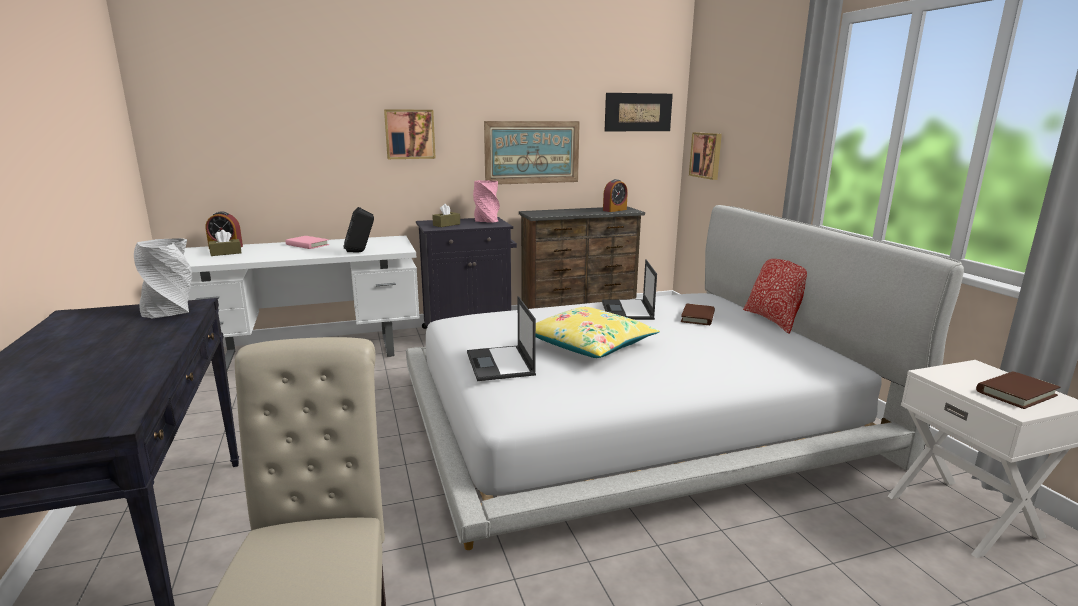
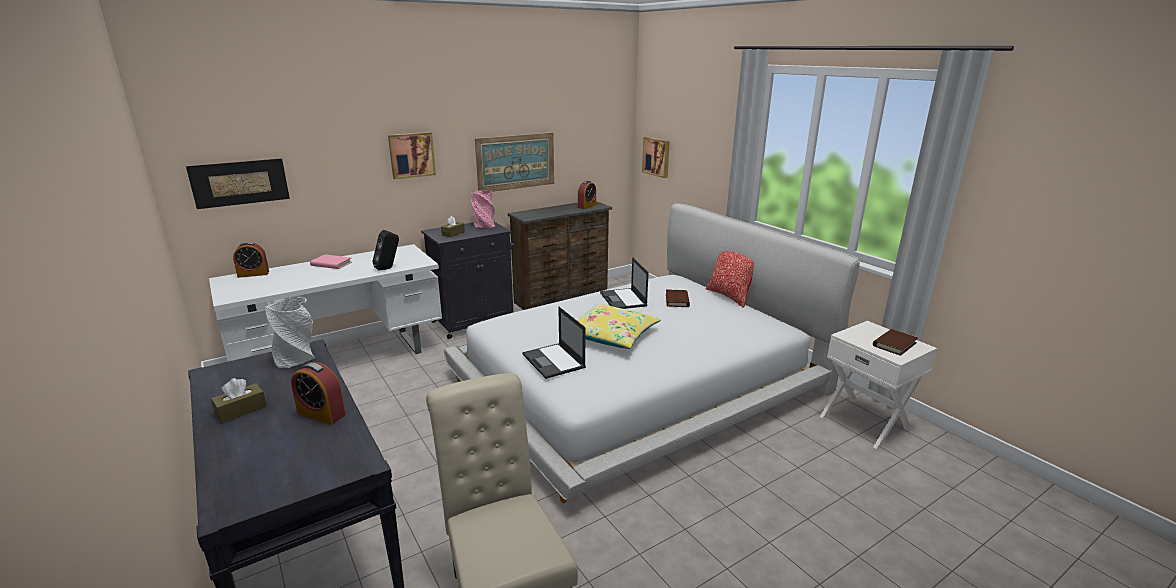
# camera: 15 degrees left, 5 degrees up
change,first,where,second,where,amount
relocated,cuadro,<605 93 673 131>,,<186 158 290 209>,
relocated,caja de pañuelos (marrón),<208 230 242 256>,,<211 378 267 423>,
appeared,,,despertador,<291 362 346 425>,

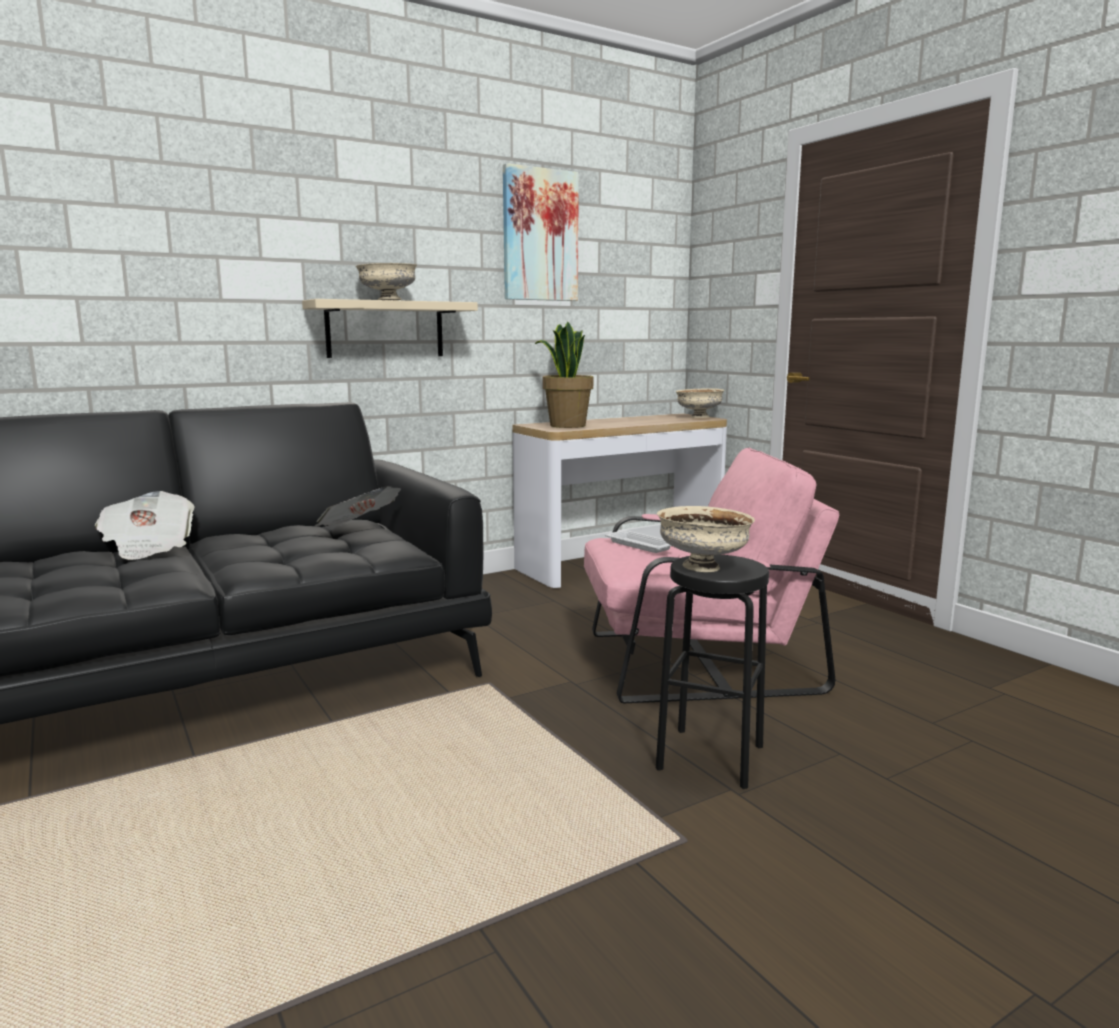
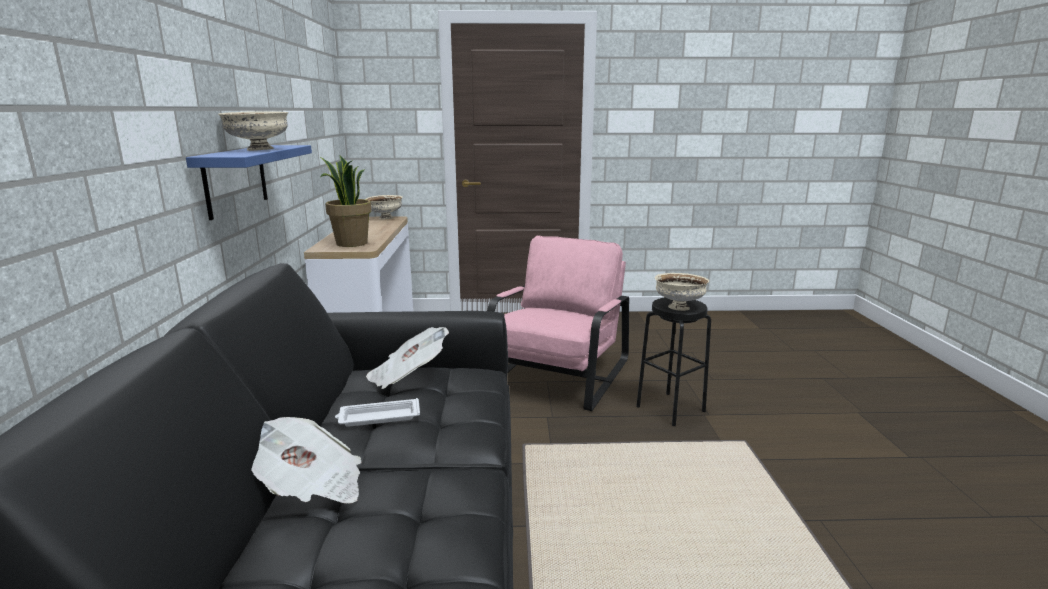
# camera: 60 degrees left, 5 degrees up
change,first,where,second,where,amount
missing,cuadro,<503 163 579 301>,,,
colour,estante (beis),<302 299 478 358>,estante (azul),<186 145 312 220>,
relocated,bandeja (blanco),<605 530 671 553>,,<335 398 420 427>,

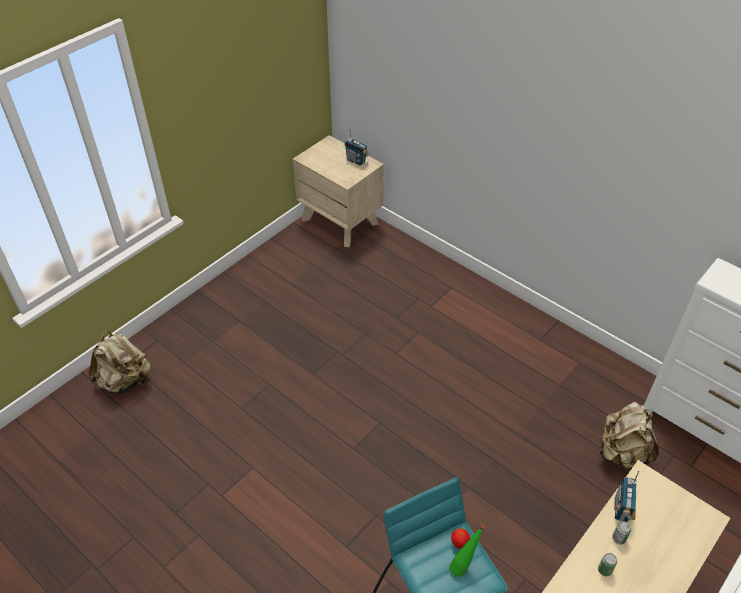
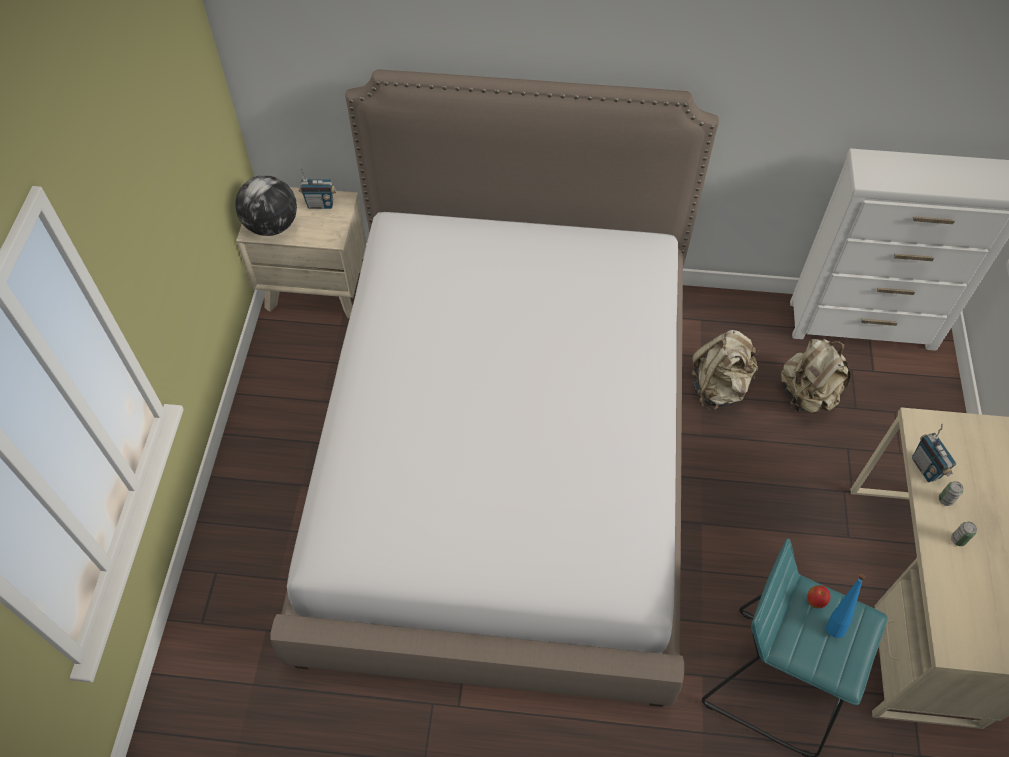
# camera: 35 degrees left, 10 degrees up
change,first,where,second,where,amount
relocated,mochila (beis),<89 330 151 394>,,<692 330 759 410>,
colour,botella (verde),<449 524 485 577>,botella (azul),<826 574 865 638>,
appeared,,,cama,<271 69 719 707>,
appeared,,,globo terráqueo,<235 175 297 236>,

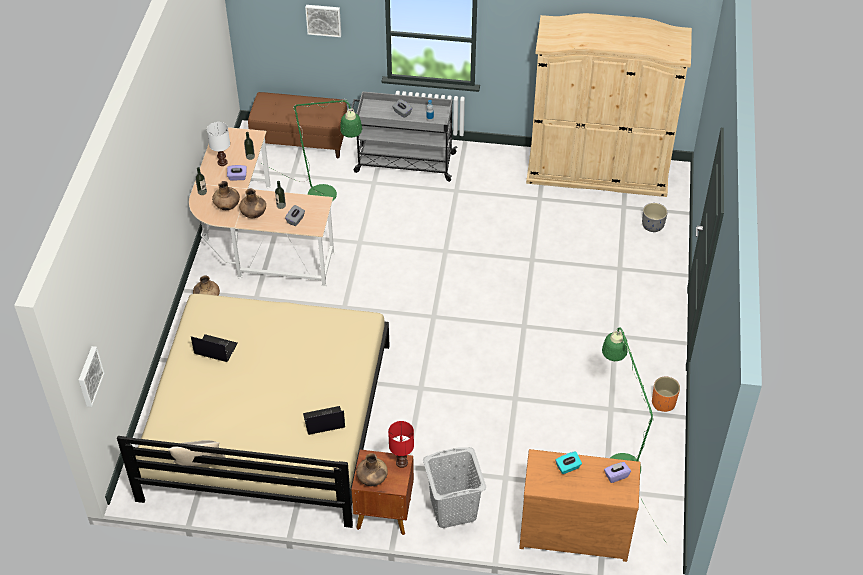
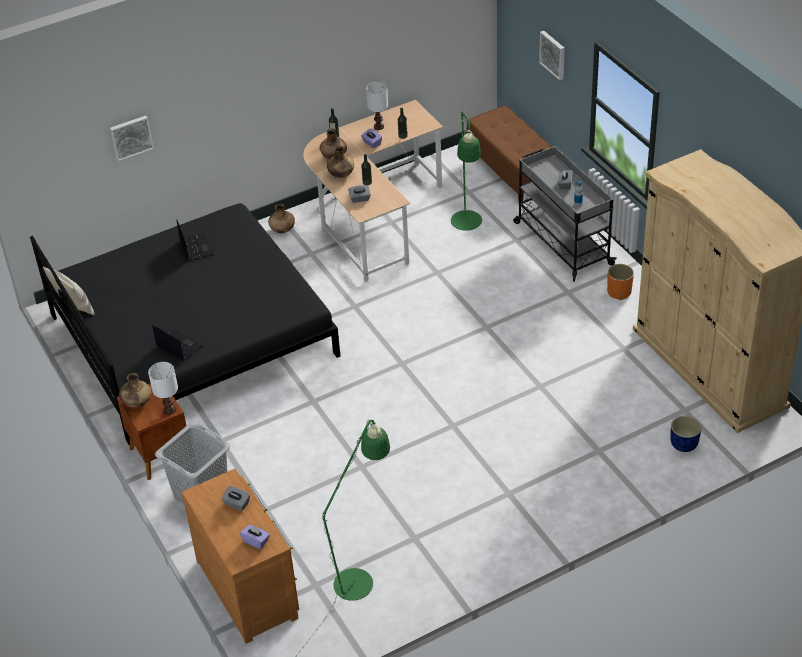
# camera: 55 degrees right, 5 degrees down
change,first,where,second,where,amount
colour,maceta (gris),<642 203 667 232>,maceta (azul),<670 416 702 452>,
colour,cama (beis),<117 294 390 528>,cama (negro),<30 203 341 445>,
relocated,cuadro,<79 346 104 407>,,<110 116 154 161>,
relocated,maceta (naranja),<652 377 680 412>,,<607 264 634 300>,
colour,lámpara de mesa (rojo),<388 421 414 468>,lámpara de mesa (blanco),<148 362 178 415>,
colour,caja de pañuelos (turquesa),<556 451 582 474>,caja de pañuelos (gris),<221 486 250 511>,

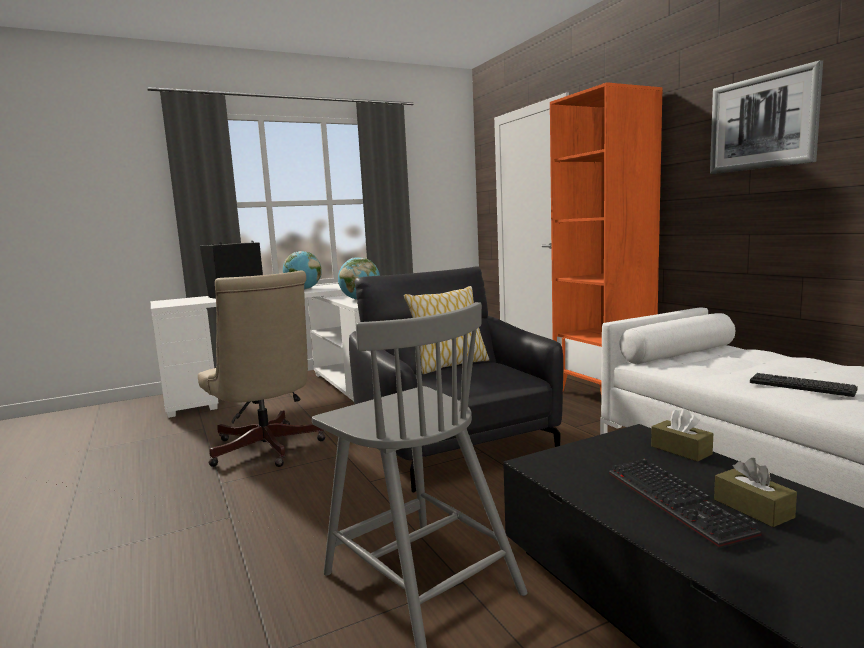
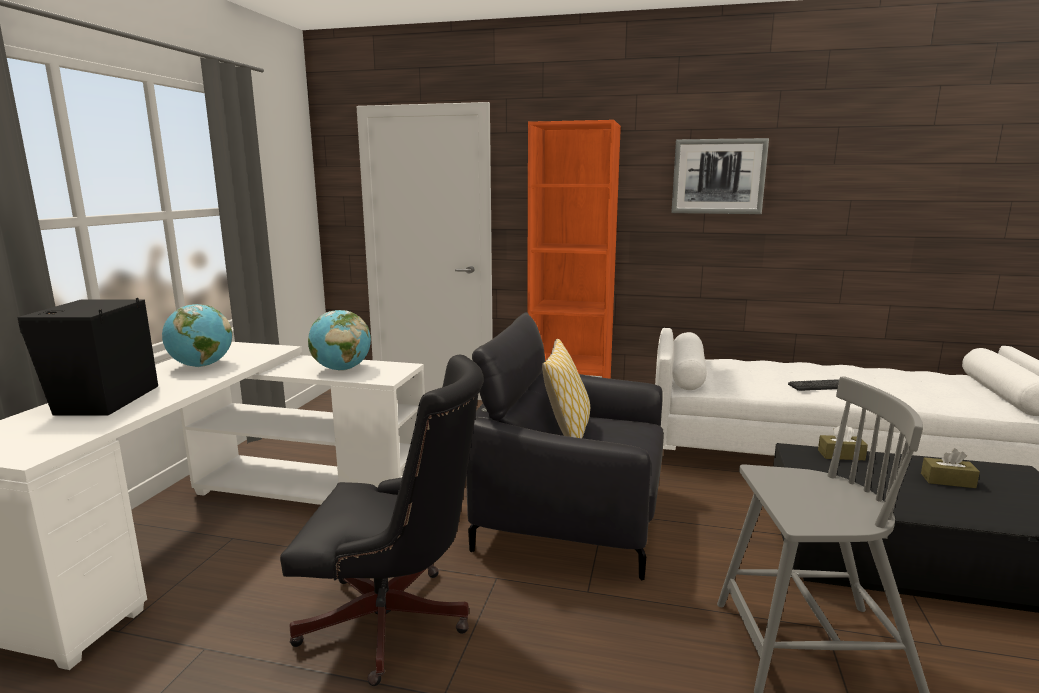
# camera: 50 degrees left, 5 degrees up
change,first,where,second,where,amount
colour,silla de oficina (beis),<198 270 326 467>,silla de oficina (negro),<280 355 484 686>,
missing,teclado,<609 459 761 549>,,,

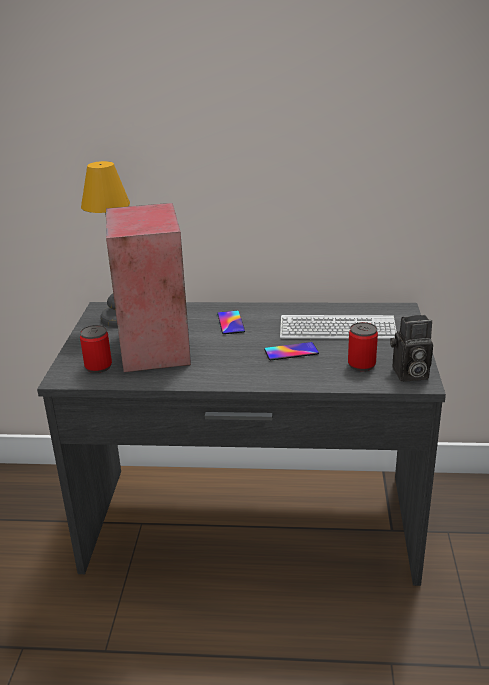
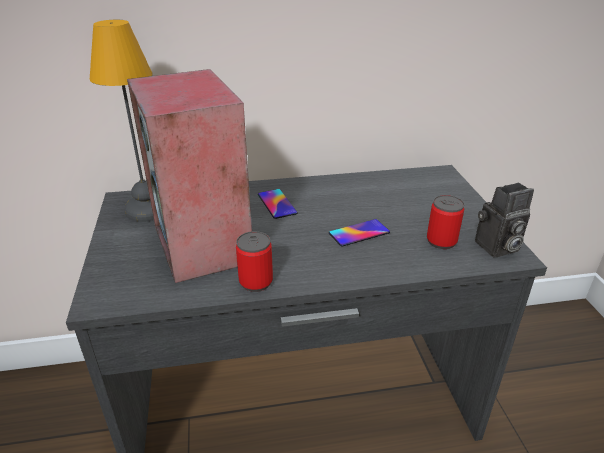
# camera: 15 degrees left, 5 degrees up
change,first,where,second,where,amount
missing,teclado,<280 315 397 340>,,,
relocated,lata,<80 325 112 373>,,<236 231 273 292>,

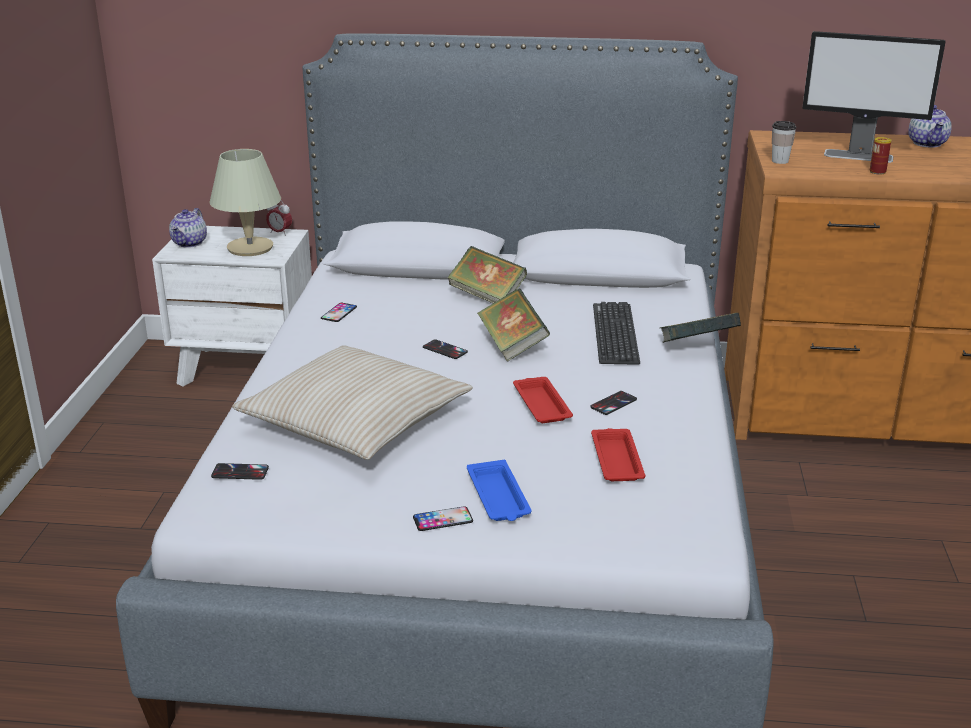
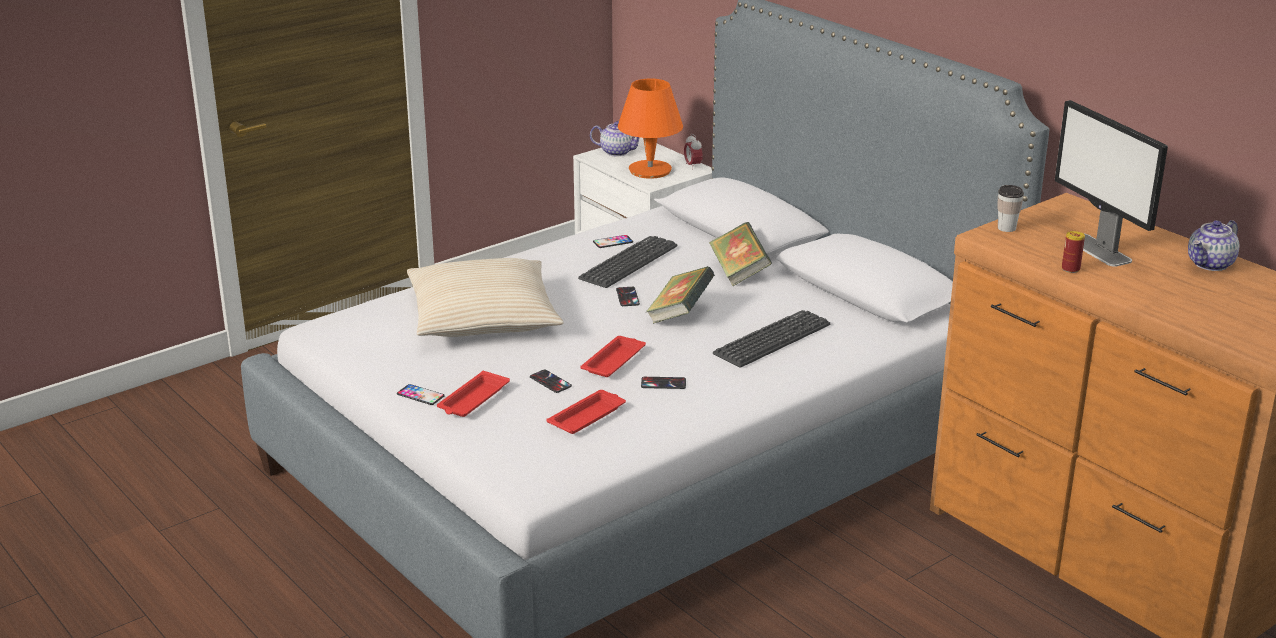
# camera: 45 degrees right, 0 degrees up
change,first,where,second,where,amount
colour,lámpara de mesa (beis),<209 149 281 256>,lámpara de mesa (naranja),<618 78 683 179>,
spun,tetera,<169 208 207 248>,,<590 121 640 157>,135 degrees counterclockwise
missing,libro,<659 313 741 343>,,,
colour,bandeja (azul),<467 460 531 521>,bandeja (rojo),<437 371 510 417>,
relocated,móvil,<211 463 269 480>,,<530 370 572 393>,
appeared,,,teclado,<578 236 678 288>,

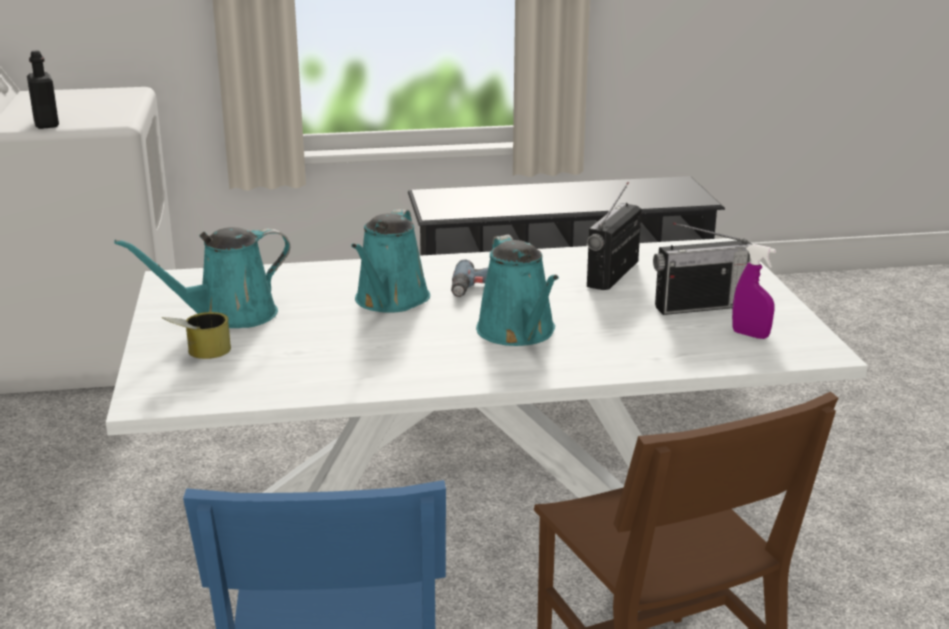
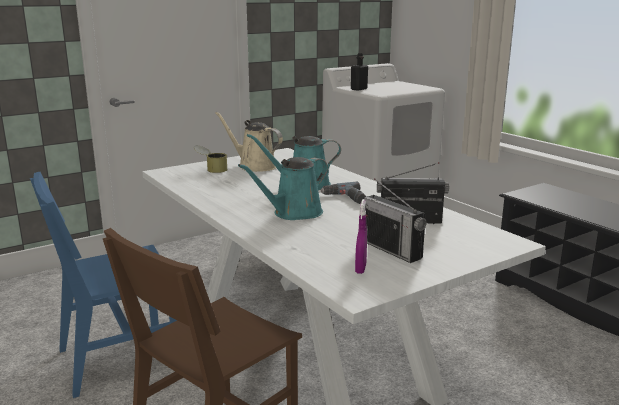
# camera: 65 degrees right, 5 degrees down
change,first,where,second,where,amount
colour,regadera (turquesa),<114 227 290 328>,regadera (beis),<215 112 283 172>,

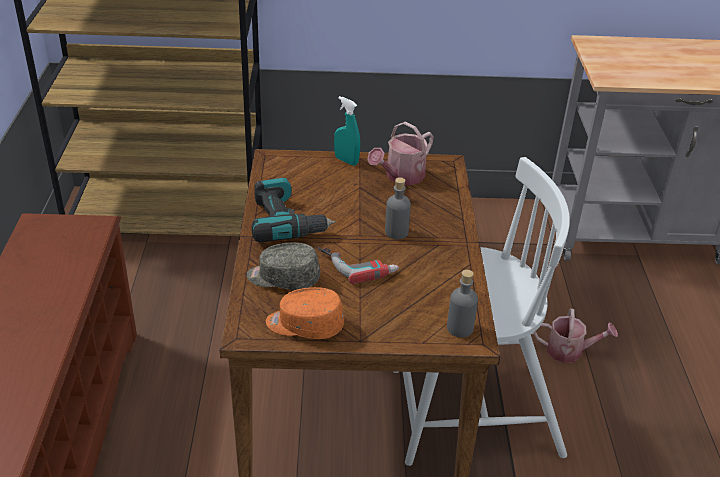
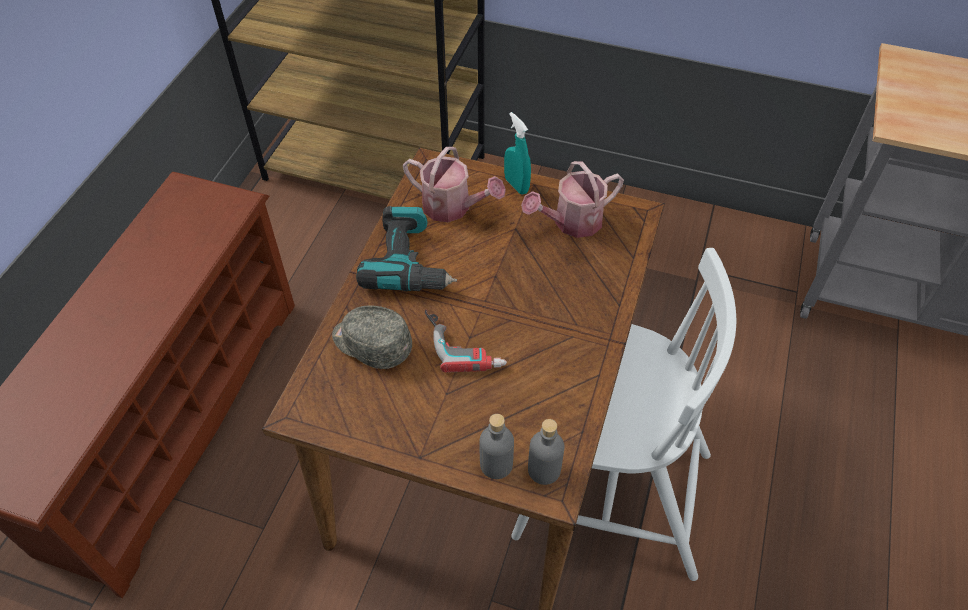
# camera: 20 degrees right, 15 degrees up
change,first,where,second,where,amount
relocated,botella (gris),<385 177 411 239>,,<479 414 514 479>,
missing,gorra (naranja),<266 287 344 339>,,,
relocated,regadera,<534 308 618 363>,,<403 147 506 222>,

